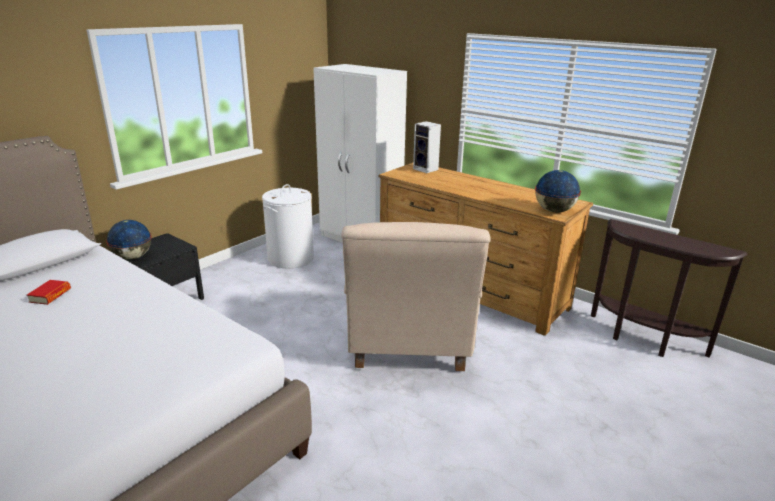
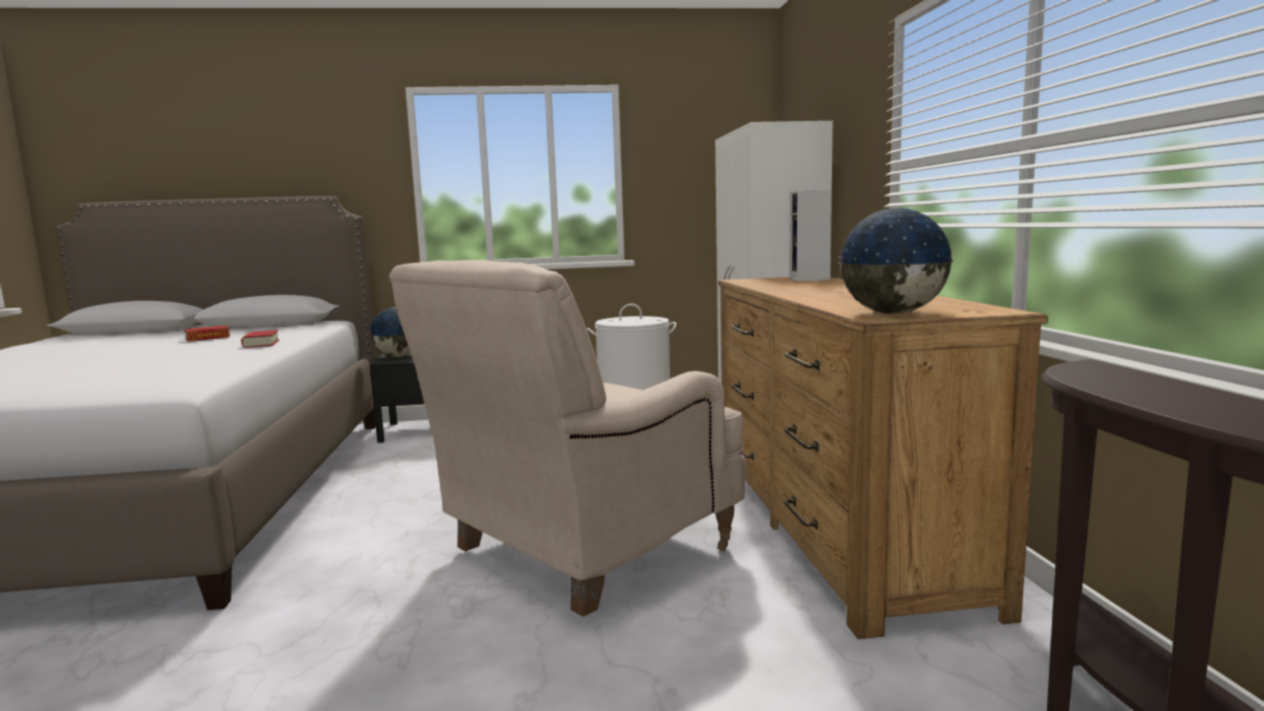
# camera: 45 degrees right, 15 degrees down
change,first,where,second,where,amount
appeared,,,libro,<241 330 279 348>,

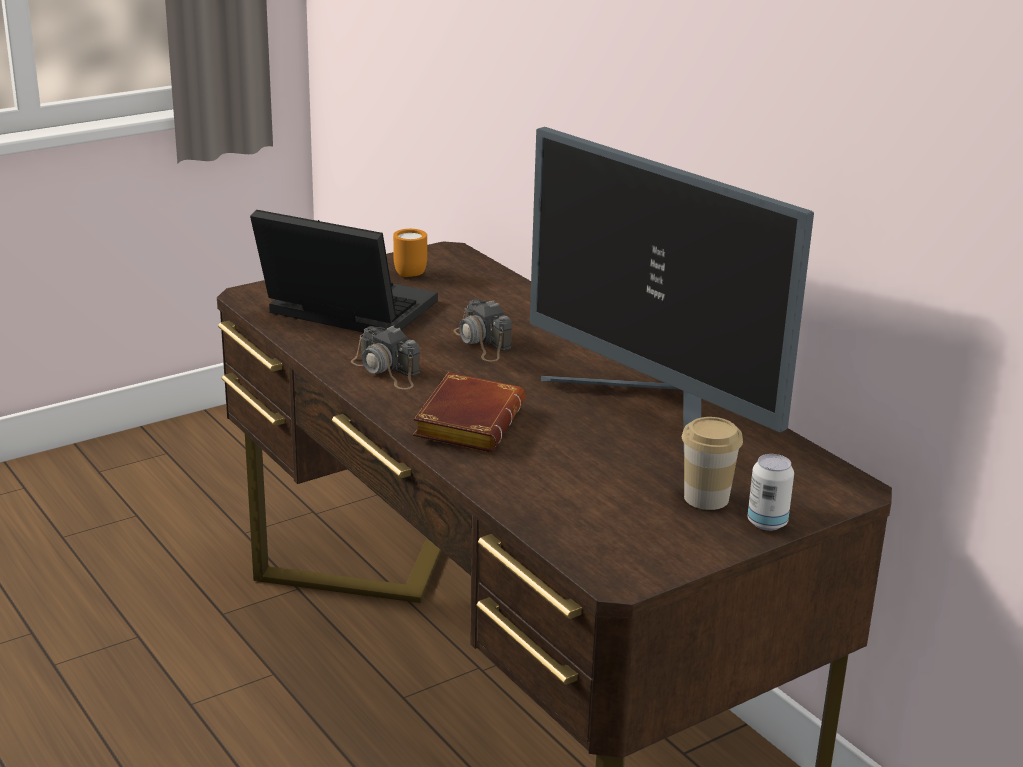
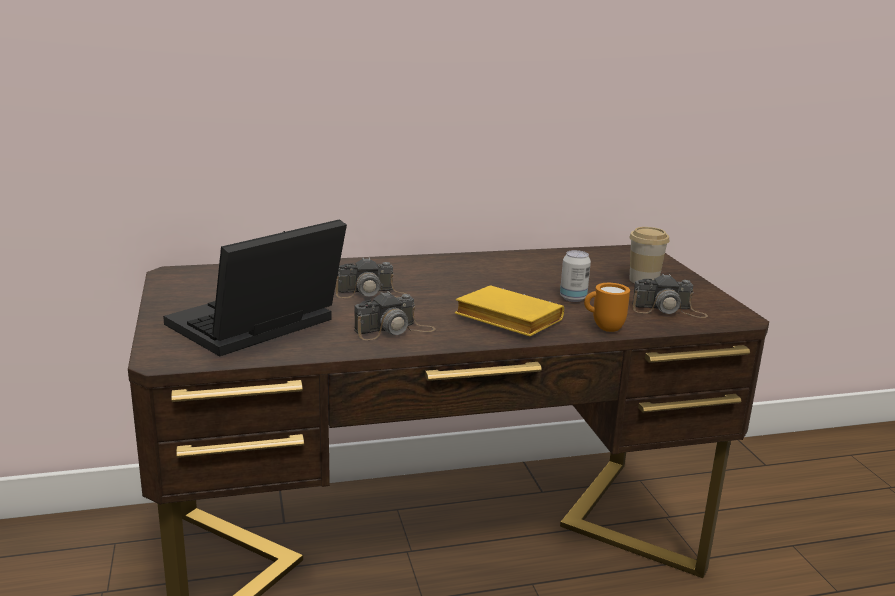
# camera: 70 degrees left, 5 degrees down
change,first,where,second,where,amount
missing,monitor,<530 127 814 432>,,,
relocated,taza grande (naranja),<393 229 427 277>,,<584 283 630 332>,
colour,libro (marrón),<413 372 525 452>,libro (amarillo),<455 286 564 336>,
relocated,lata,<747 454 794 531>,,<560 250 591 302>,
appeared,,,cámara,<632 273 708 318>,

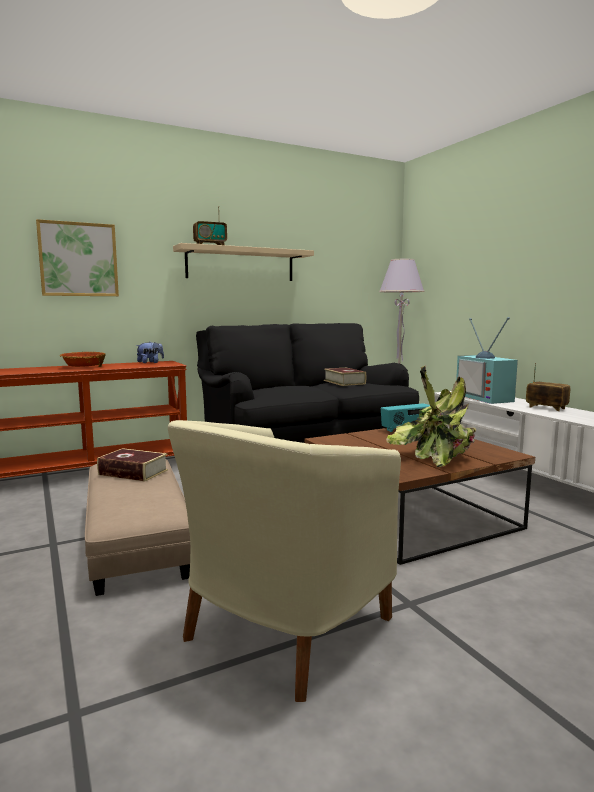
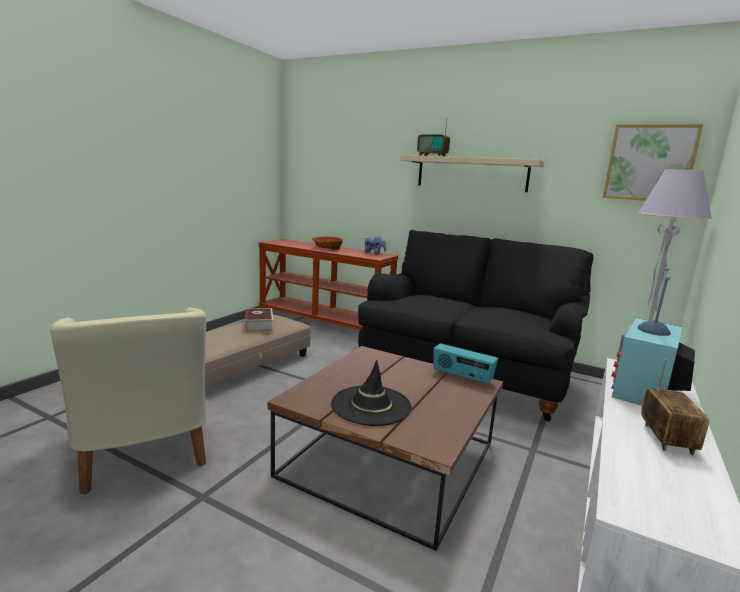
# camera: 55 degrees right, 5 degrees up
change,first,where,second,where,amount
relocated,cuadro,<36 219 119 296>,,<603 124 703 201>,
exchanged,planta en maceta,<386 366 477 467>,sombrero (negro),<331 360 412 426>,
missing,libro,<324 368 366 386>,,,
spun,sillón (beis),<168 420 401 702>,,<50 308 207 494>,120 degrees counterclockwise

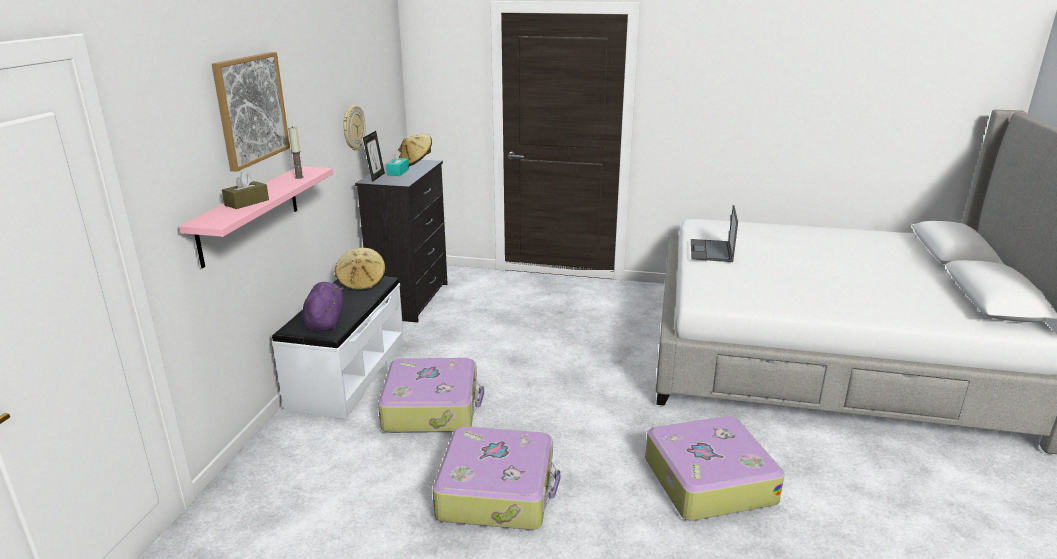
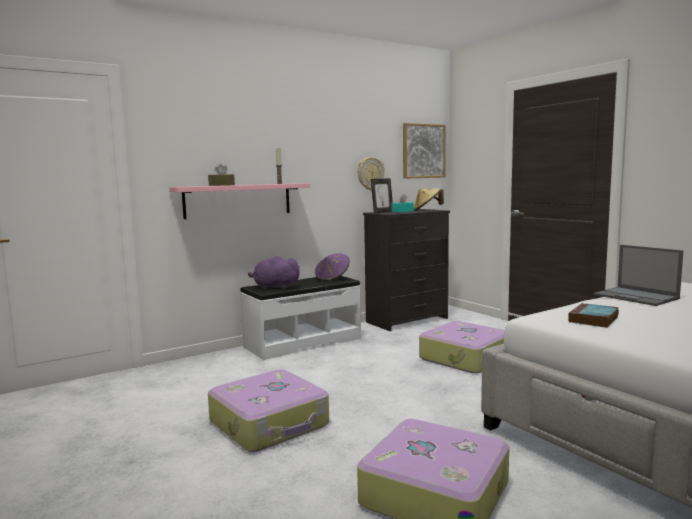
# camera: 45 degrees right, 15 degrees down
change,first,where,second,where,amount
relocated,cuadro,<212 52 290 172>,,<403 123 446 179>,
spun,portátil,<691 205 738 262>,,<594 245 683 306>,90 degrees counterclockwise
colour,sombrero (beis),<335 248 386 291>,sombrero (morado),<315 253 350 281>,
spun,peluche (morado),<303 282 344 331>,,<248 256 300 290>,120 degrees counterclockwise
relocated,maleta,<378 358 484 433>,,<419 321 505 373>,
appeared,,,libro,<568 303 619 328>,

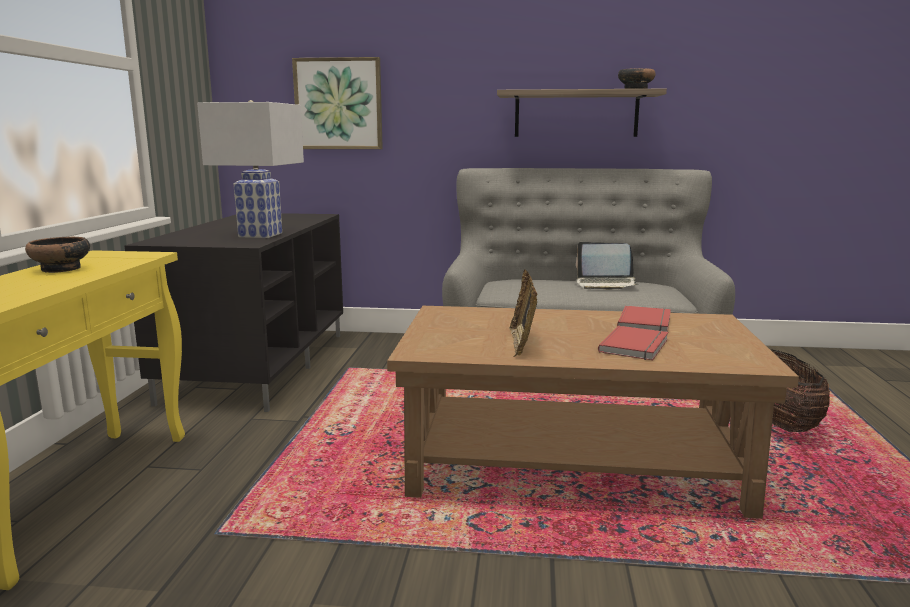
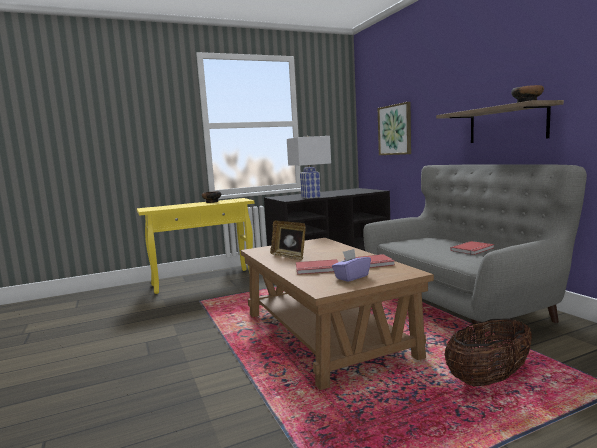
# camera: 60 degrees right, 5 degrees down
change,first,where,second,where,amount
exchanged,portátil,<576 242 638 290>,libro (rojo),<450 241 494 255>,
spun,portarretratos,<510 269 538 357>,,<270 220 306 261>,105 degrees counterclockwise
appeared,,,caja de pañuelos (morado),<332 249 371 282>,

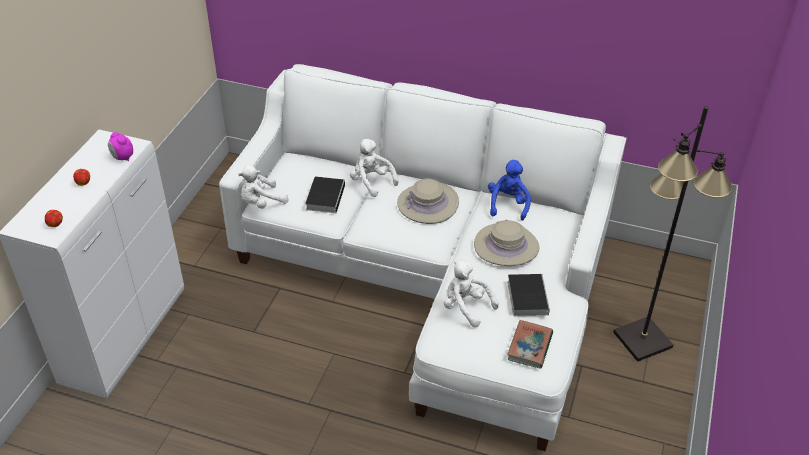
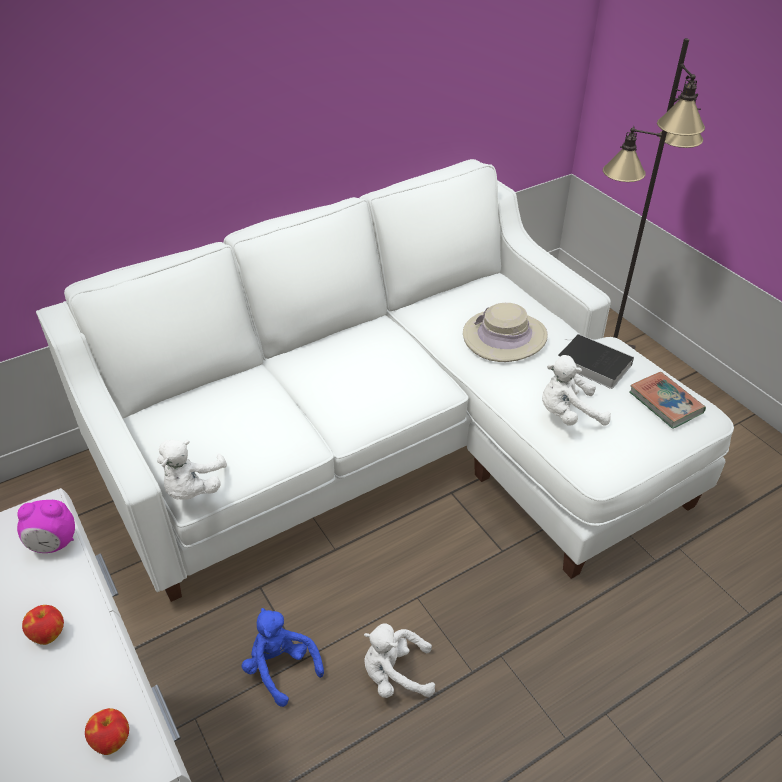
# camera: 50 degrees left, 0 degrees up
change,first,where,second,where,amount
relocated,peluche (blanco),<350 139 398 197>,,<364 623 435 698>,
relocated,peluche (azul),<488 160 531 220>,,<242 608 324 707>,
missing,libro,<305 177 345 213>,,,
missing,sombrero (beis),<397 179 459 224>,,,

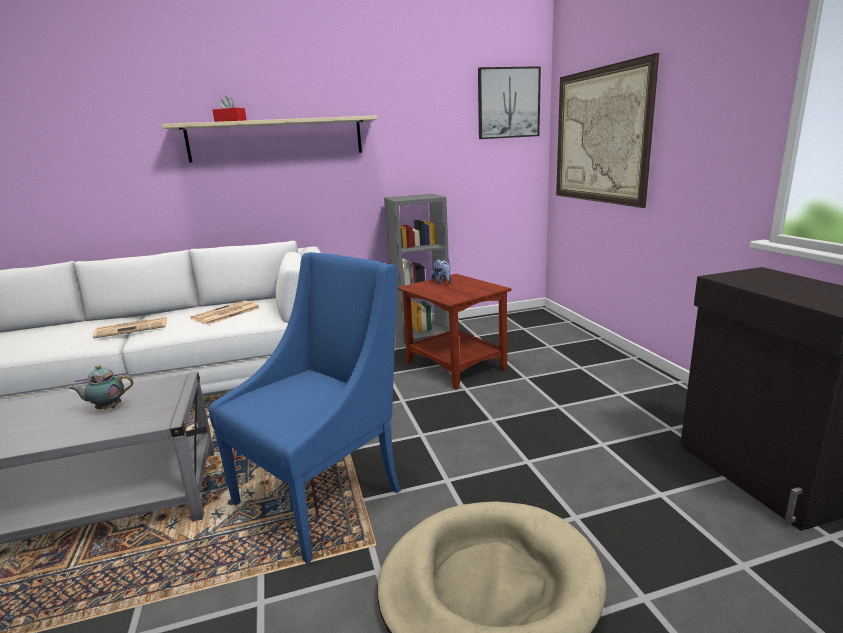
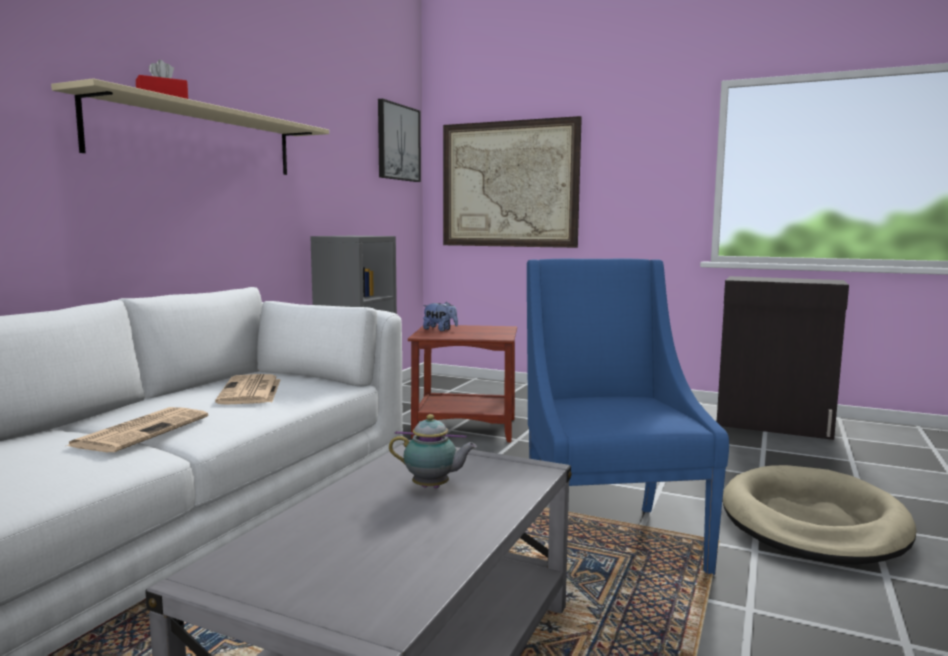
# camera: 50 degrees left, 10 degrees down
change,first,where,second,where,amount
spun,tetera,<69 365 133 409>,,<389 414 477 488>,105 degrees counterclockwise

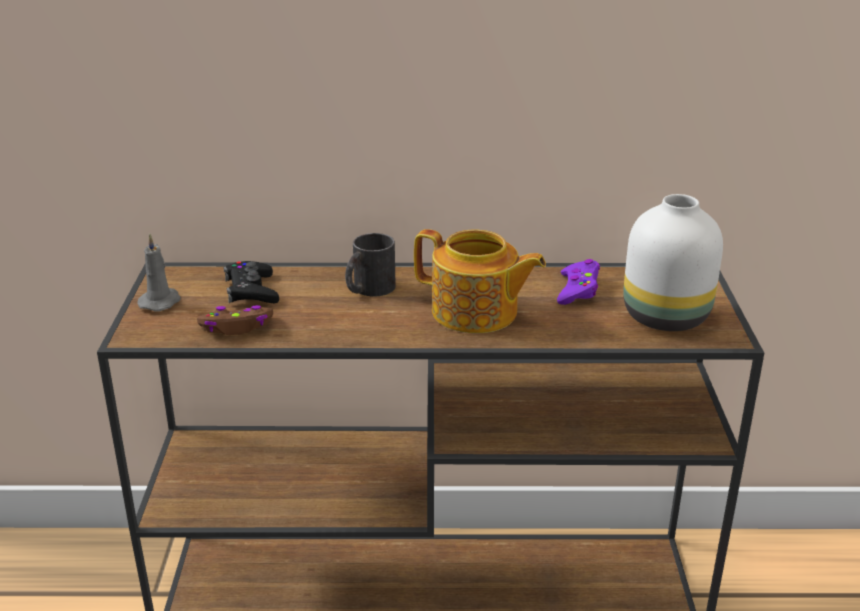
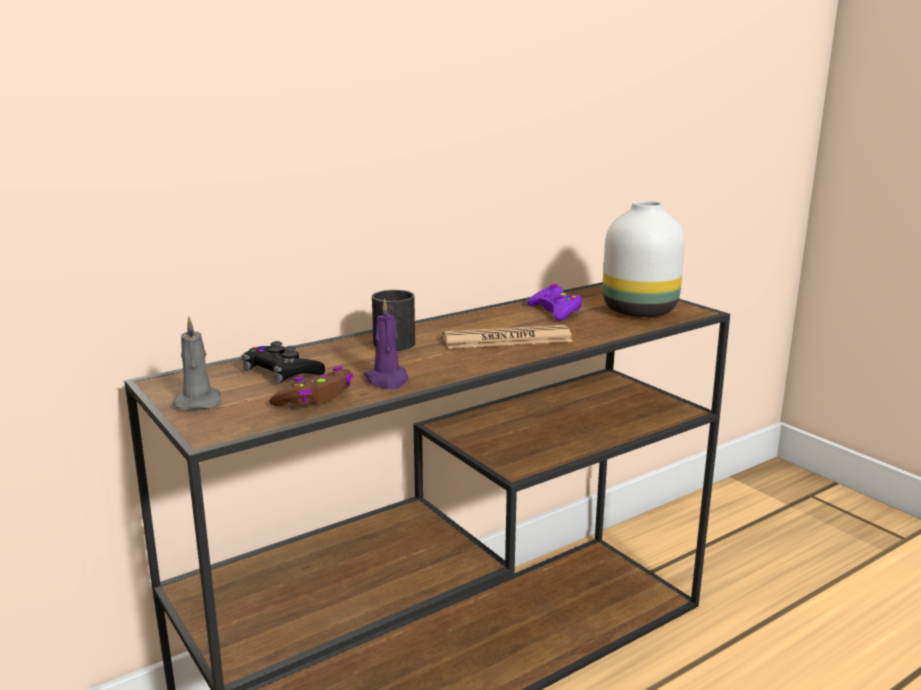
# camera: 35 degrees left, 10 degrees down
change,first,where,second,where,amount
exchanged,tetera,<414 229 546 333>,periódico,<443 325 573 349>,
appeared,,,vela (morado),<364 298 408 390>,

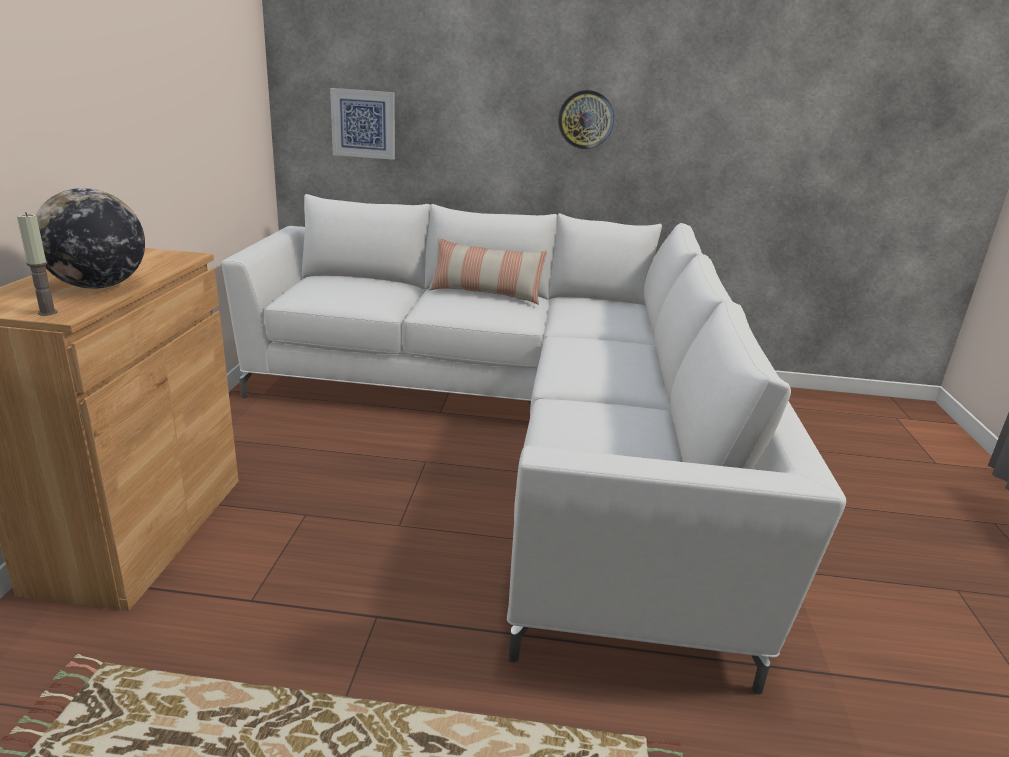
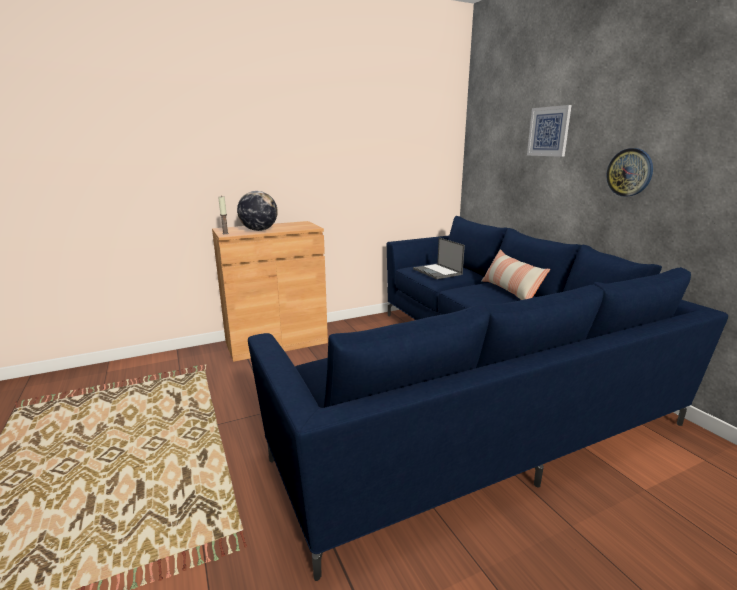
# camera: 60 degrees right, 5 degrees down
change,first,where,second,where,amount
relocated,cuadro,<330 88 395 160>,,<527 105 572 157>,
colour,sofá (blanco),<222 194 846 695>,sofá (azul),<248 216 728 581>,
appeared,,,portátil,<413 238 465 279>,

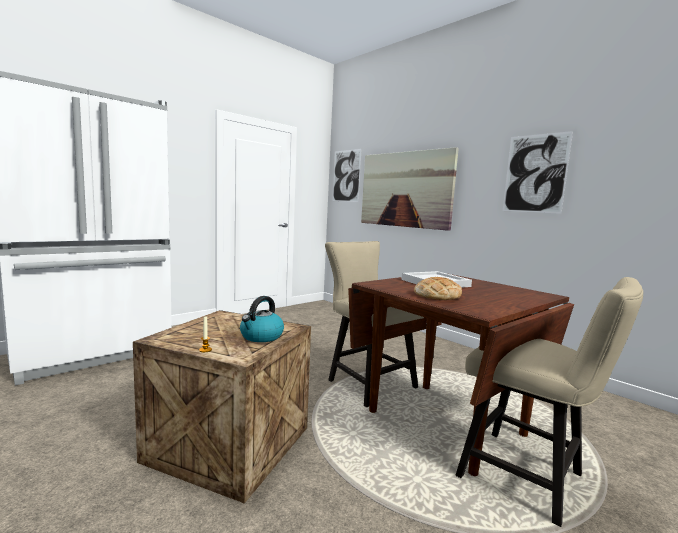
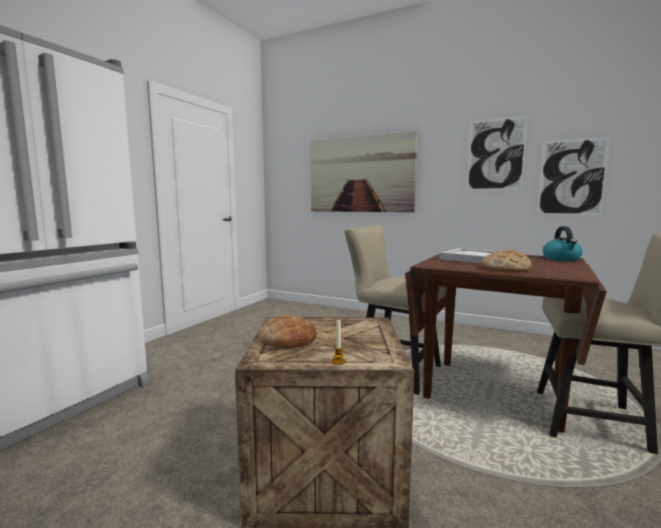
# camera: 20 degrees left, 0 degrees up
change,first,where,second,where,amount
relocated,cuadro,<333 149 362 202>,,<537 137 610 215>,
relocated,hervidor,<240 296 284 342>,,<543 226 583 261>,
appeared,,,pan,<259 315 317 348>,

